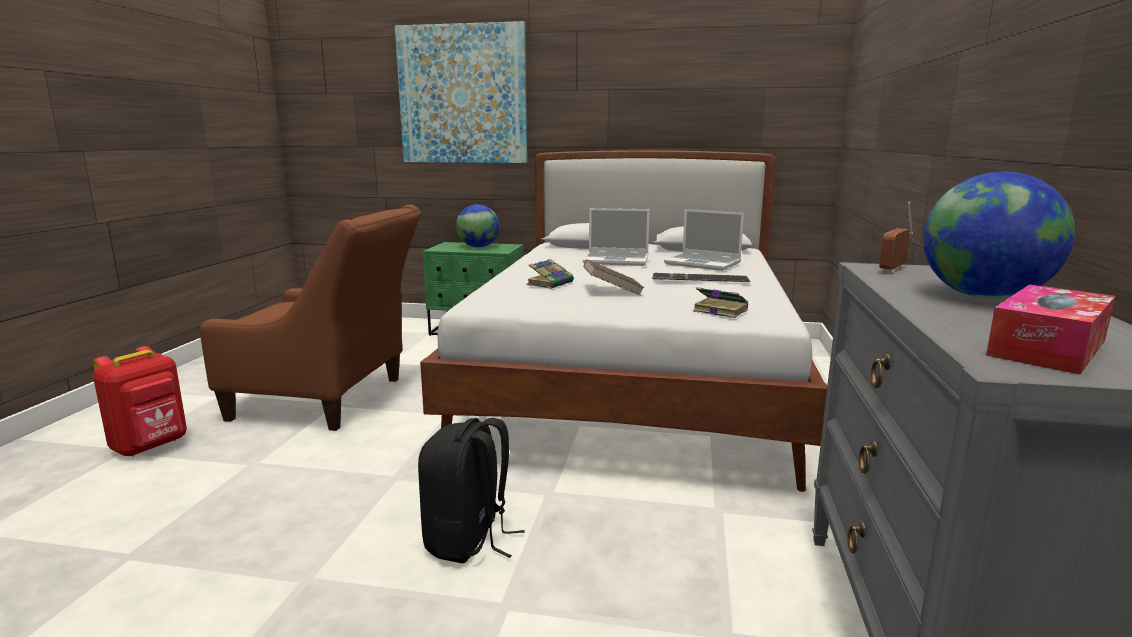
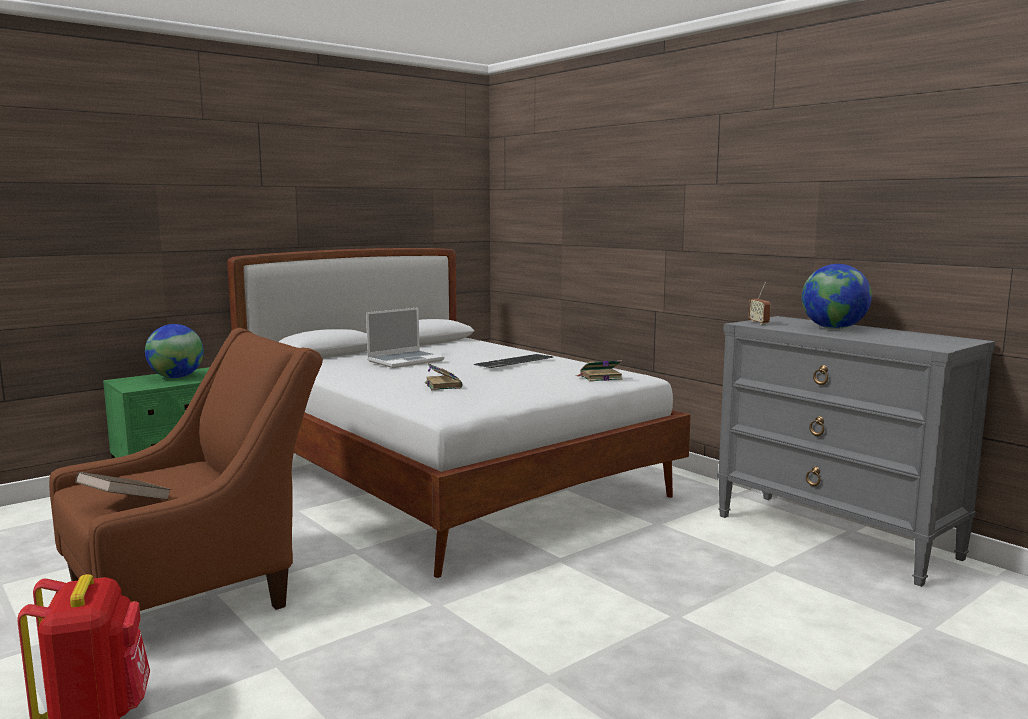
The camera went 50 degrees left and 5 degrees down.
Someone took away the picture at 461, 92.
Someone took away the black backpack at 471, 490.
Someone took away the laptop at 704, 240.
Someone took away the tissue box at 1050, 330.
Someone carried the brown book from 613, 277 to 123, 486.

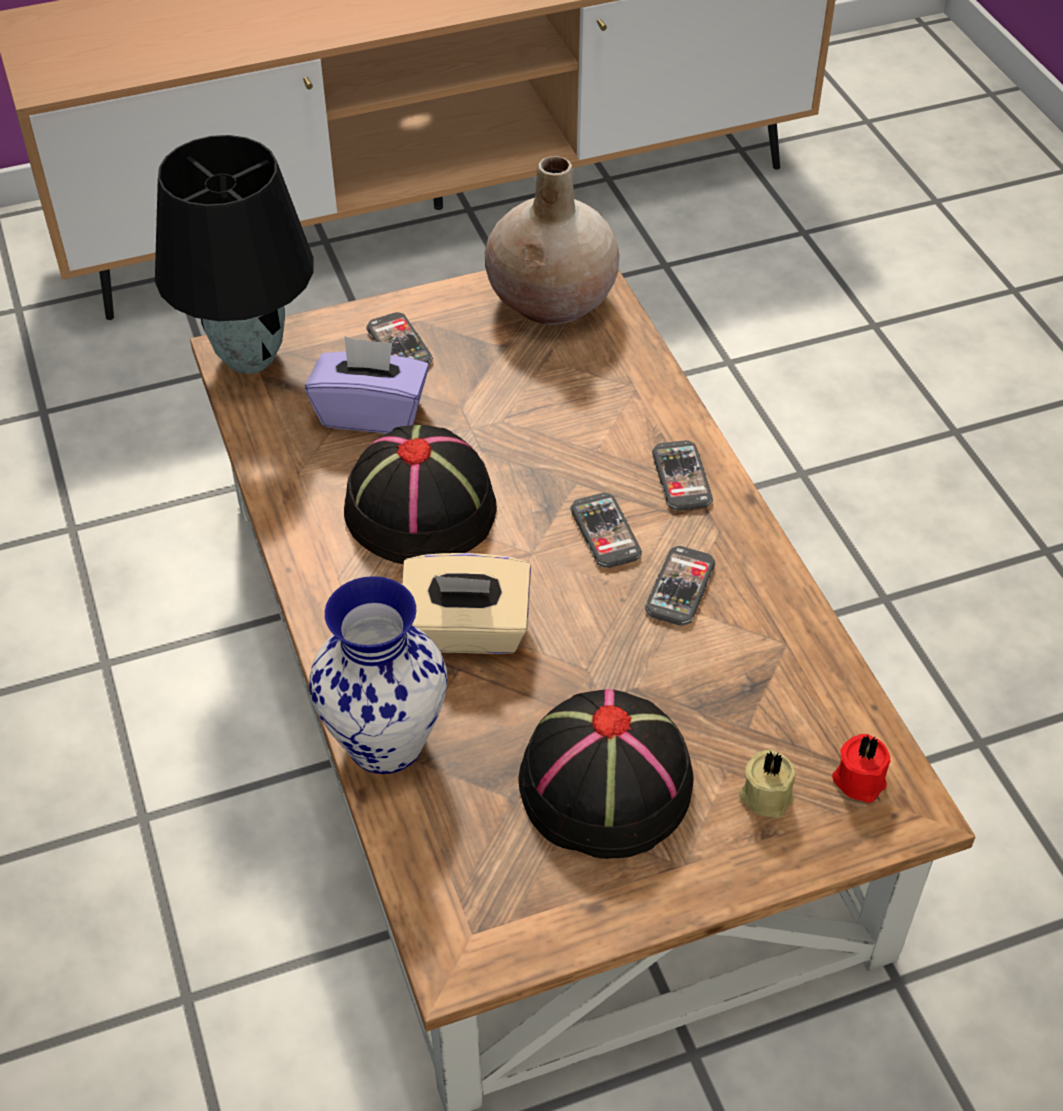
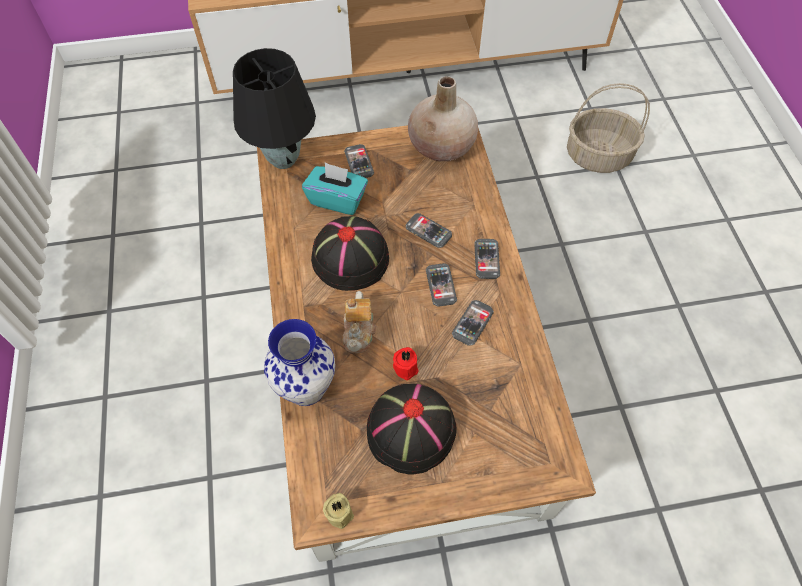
The camera went 10 degrees right and 10 degrees up.
Someone put down the phone at 429, 230.
Someone put down the basket at 608, 128.
Someone carried the beige candle from 767, 784 to 338, 511.
Someone carried the red candle from 861, 768 to 406, 363.
Someone swapped the beige tissue box at 466, 603 for the teapot at 359, 322.
Someone repainted the purple tissue box at 367, 385, which became the turquoise tissue box at 335, 188.

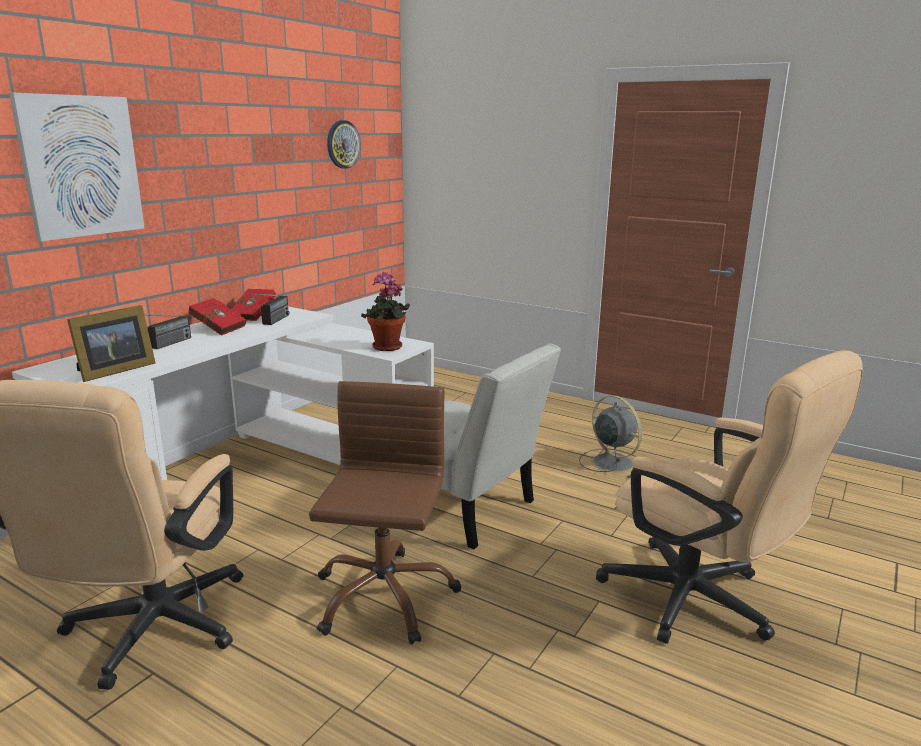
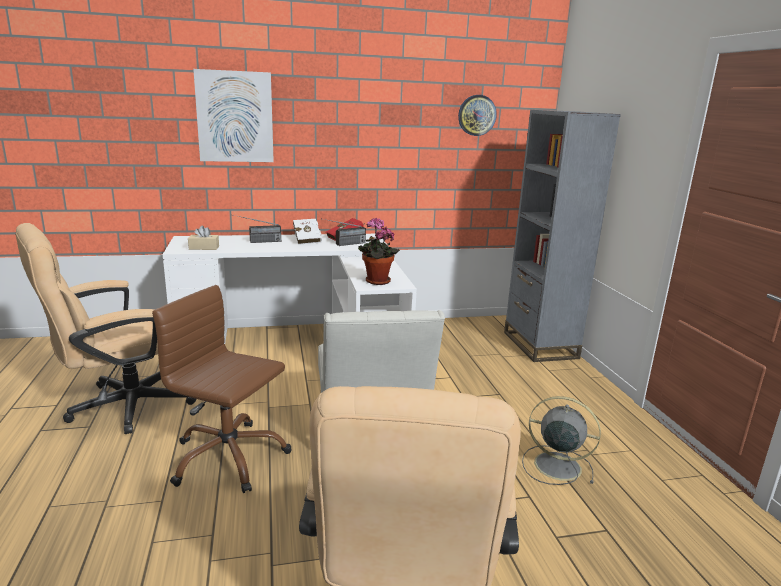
The camera went 45 degrees right and 0 degrees up.
Someone put down the grey bookcase at 562, 236.
Someone swapped the picture frame at 111, 343 for the beige tissue box at 203, 238.
Someone repainted the red book at 217, 317, which became the white book at 307, 232.
Someone rotated the brown office chair at 385, 513 by 120 degrees counterclockwise.
Someone rotated the grey fan at 610, 436 by 75 degrees counterclockwise.

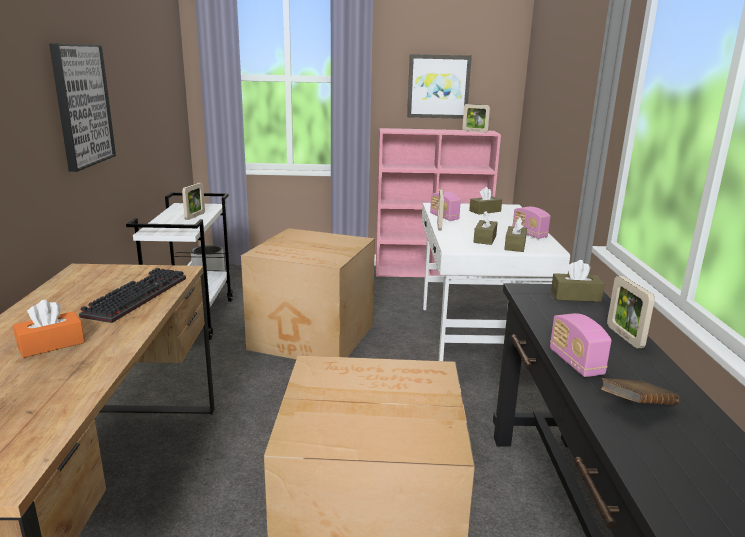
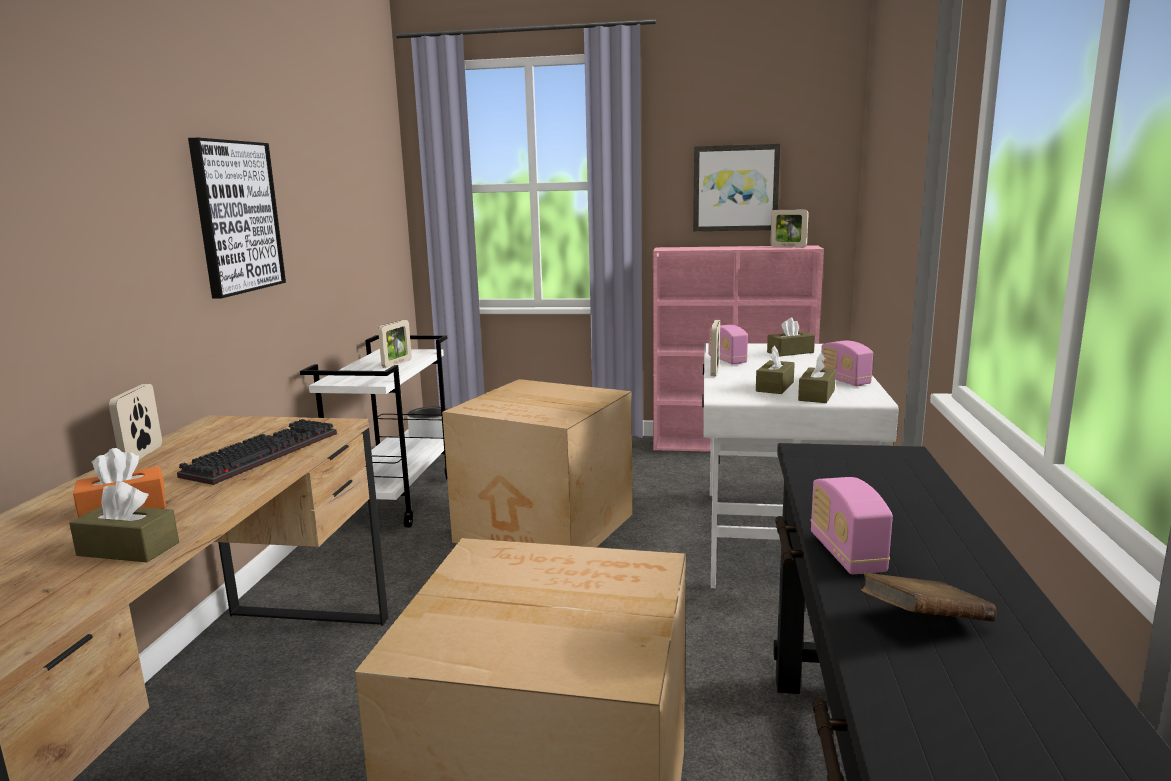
The camera went 10 degrees right and 5 degrees down.
Someone carried the brown tissue box from 578, 281 to 124, 521.
Someone carried the picture frame from 631, 312 to 135, 422.

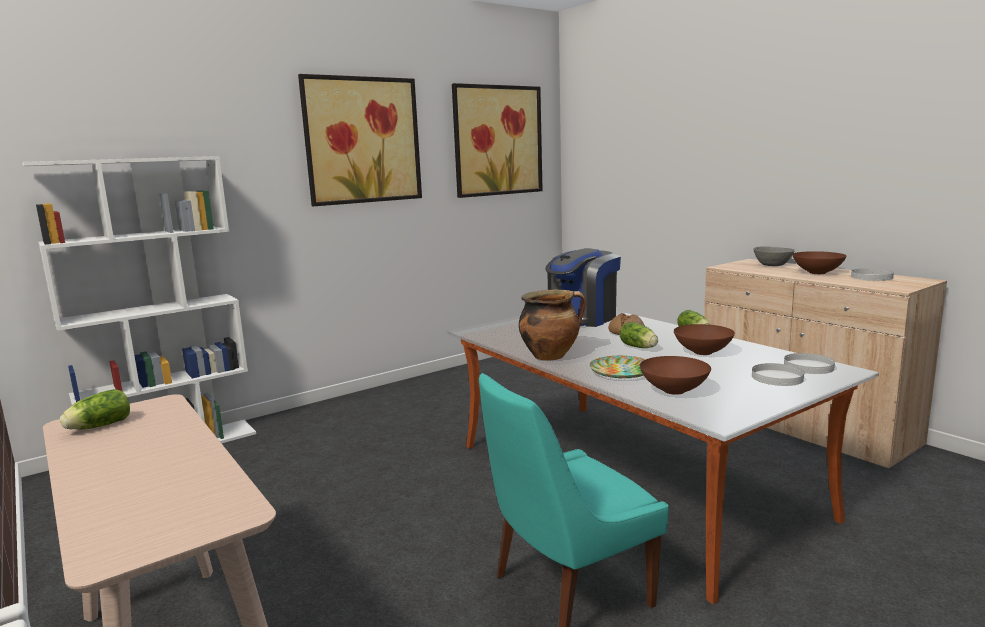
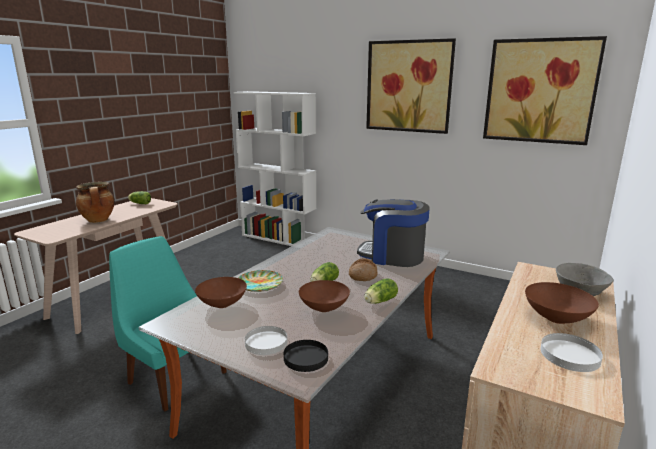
The camera went 65 degrees right and 5 degrees up.
Someone carried the cooking pot from 552, 325 to 95, 202.
Someone repainted the white plate at 809, 363, which became the black plate at 306, 356.

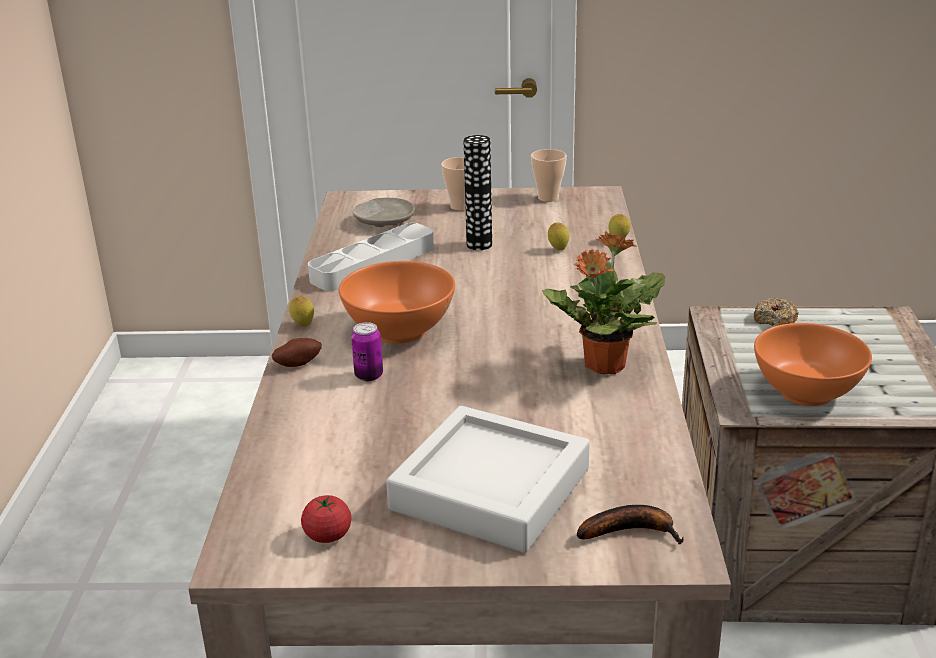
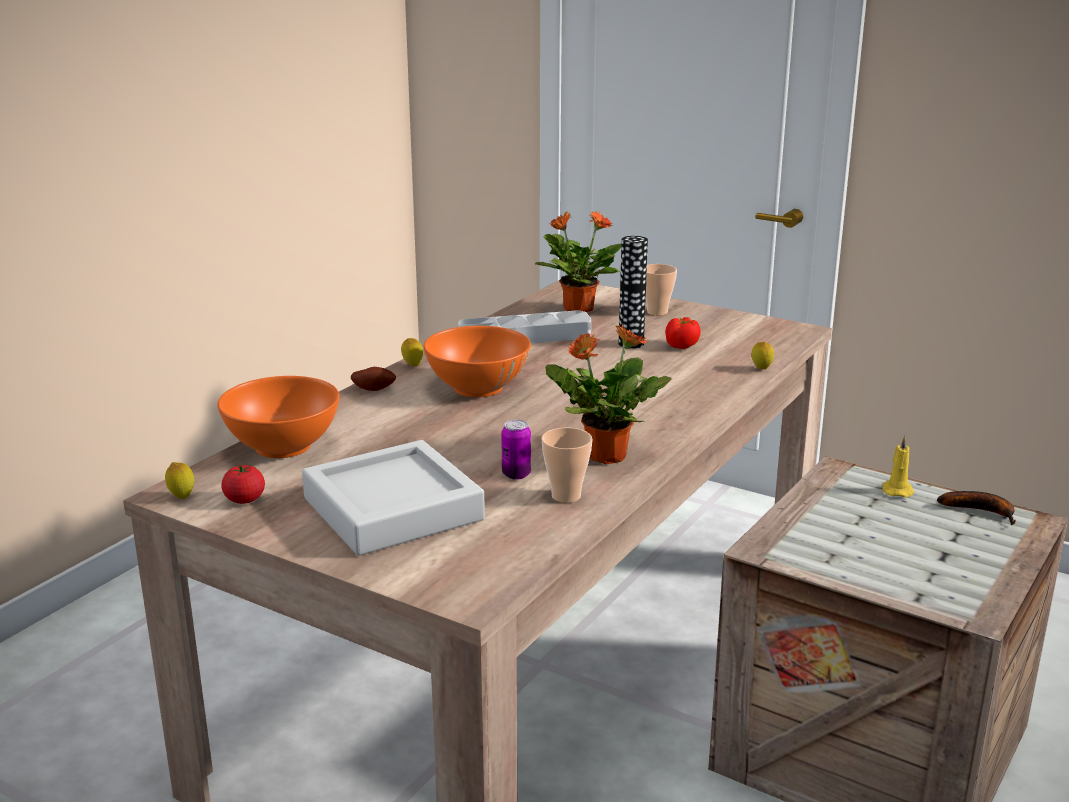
The camera went 30 degrees right and 5 degrees down.
Someone put down the tomato at 682, 333.
Someone carried the can from 367, 351 to 516, 450.
Someone carried the cup from 549, 175 to 566, 465.
Someone carried the lemon from 558, 236 to 179, 480.
Someone carried the banana from 630, 524 to 976, 508.
Someone carried the orange bowl from 813, 364 to 278, 417.
Someone swapped the beige plate at 383, 212 for the potted plant at 577, 261.
Someone swapped the donut at 776, 312 for the yellow candle at 898, 466.

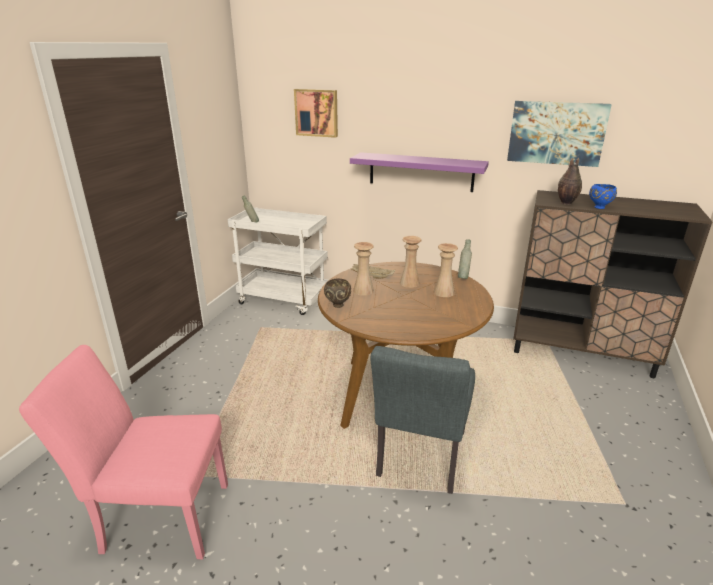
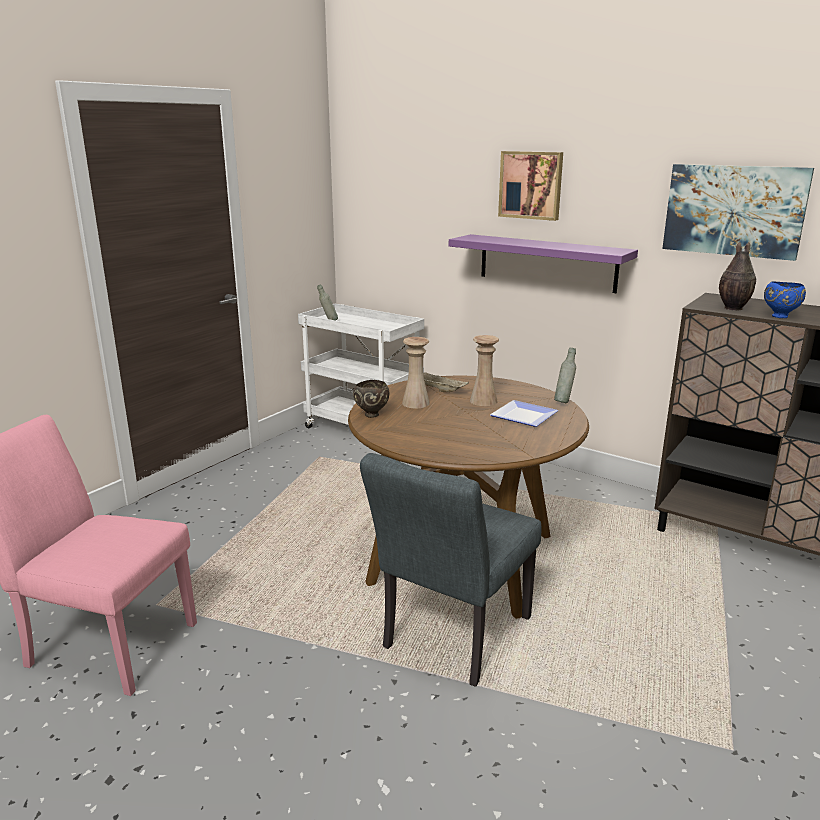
The camera went 15 degrees right and 5 degrees down.
Someone carried the picture from 316, 113 to 530, 186.
Someone swapped the beige vase at 445, 270 for the plate at 524, 413.

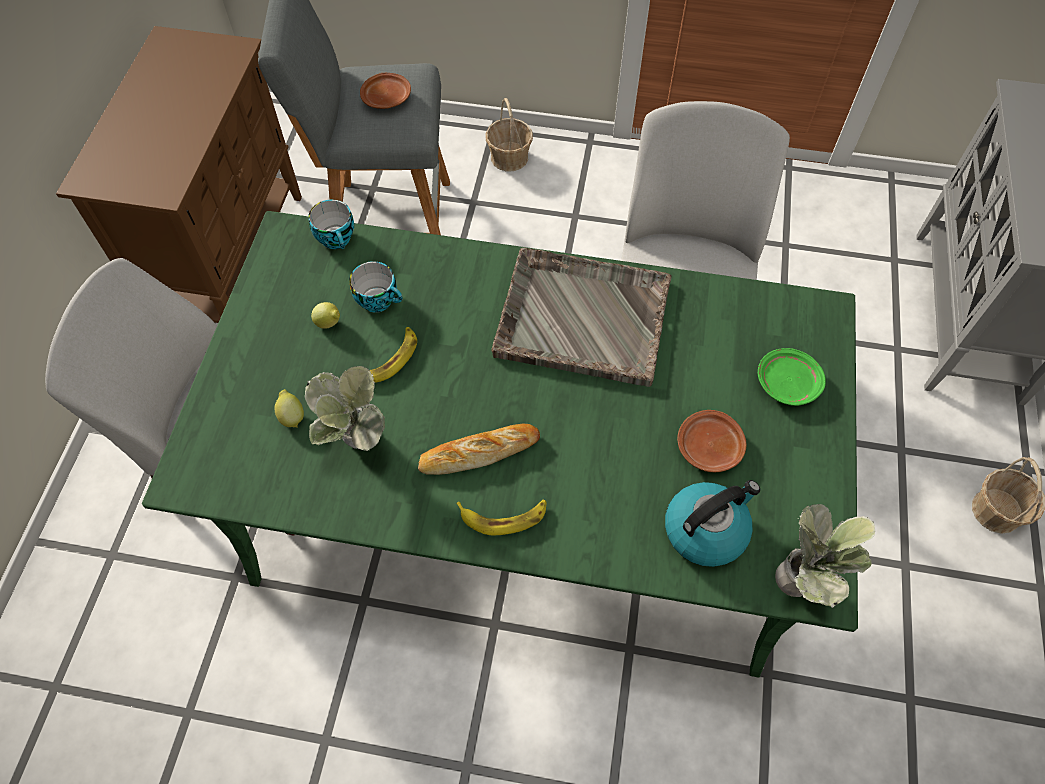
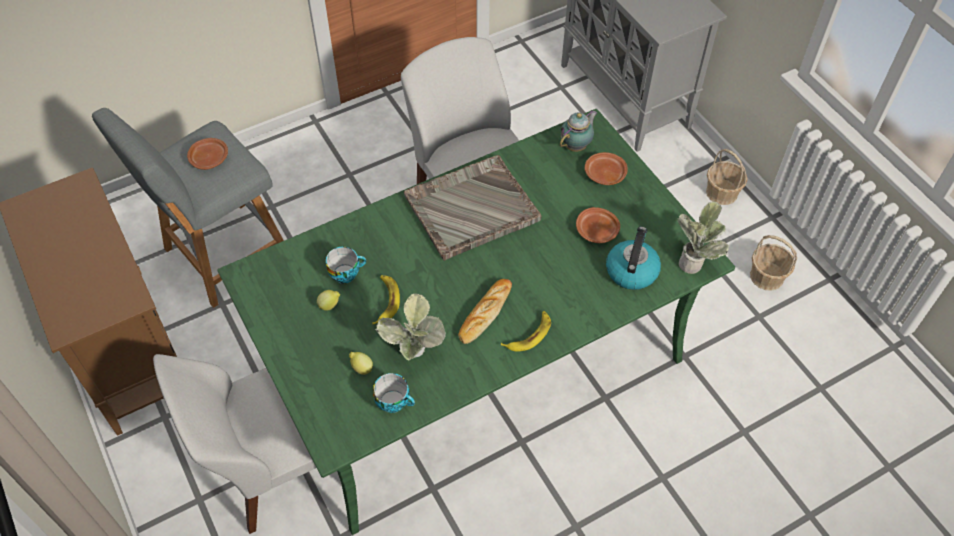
The camera went 40 degrees left and 5 degrees down.
Someone put down the teapot at 578, 131.
Someone carried the cup from 331, 224 to 394, 393.
Someone carried the basket from 509, 134 to 773, 263.
Someone repainted the green plate at 792, 377, which became the brown plate at 606, 168.

